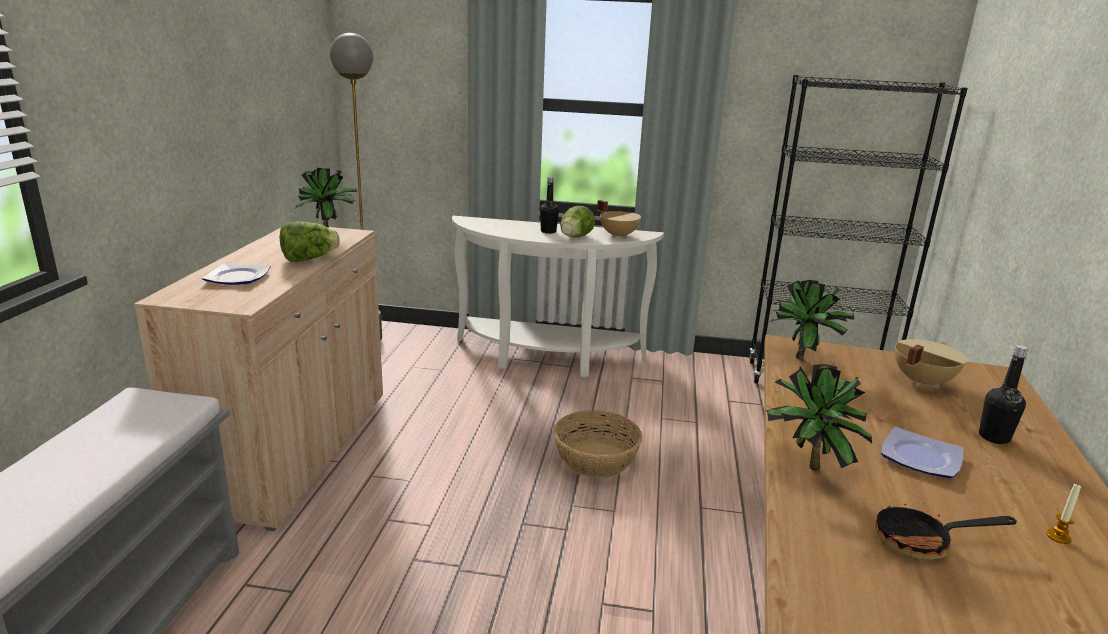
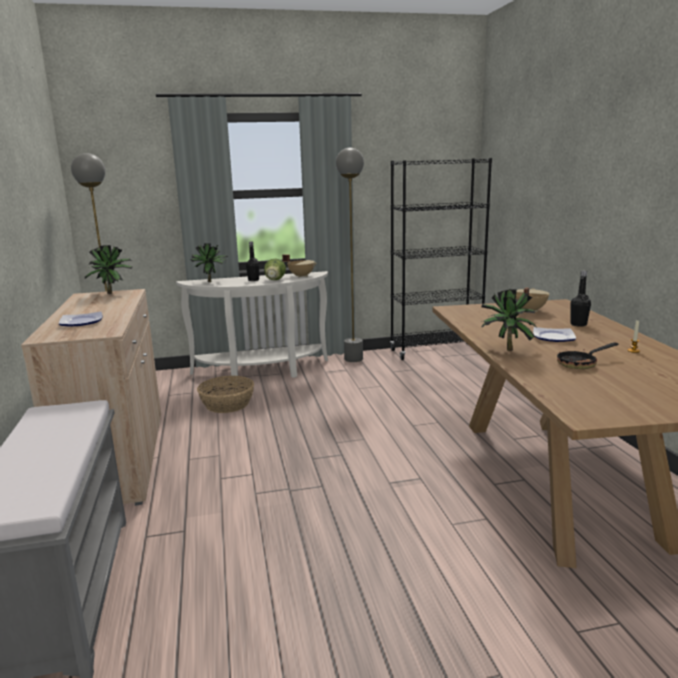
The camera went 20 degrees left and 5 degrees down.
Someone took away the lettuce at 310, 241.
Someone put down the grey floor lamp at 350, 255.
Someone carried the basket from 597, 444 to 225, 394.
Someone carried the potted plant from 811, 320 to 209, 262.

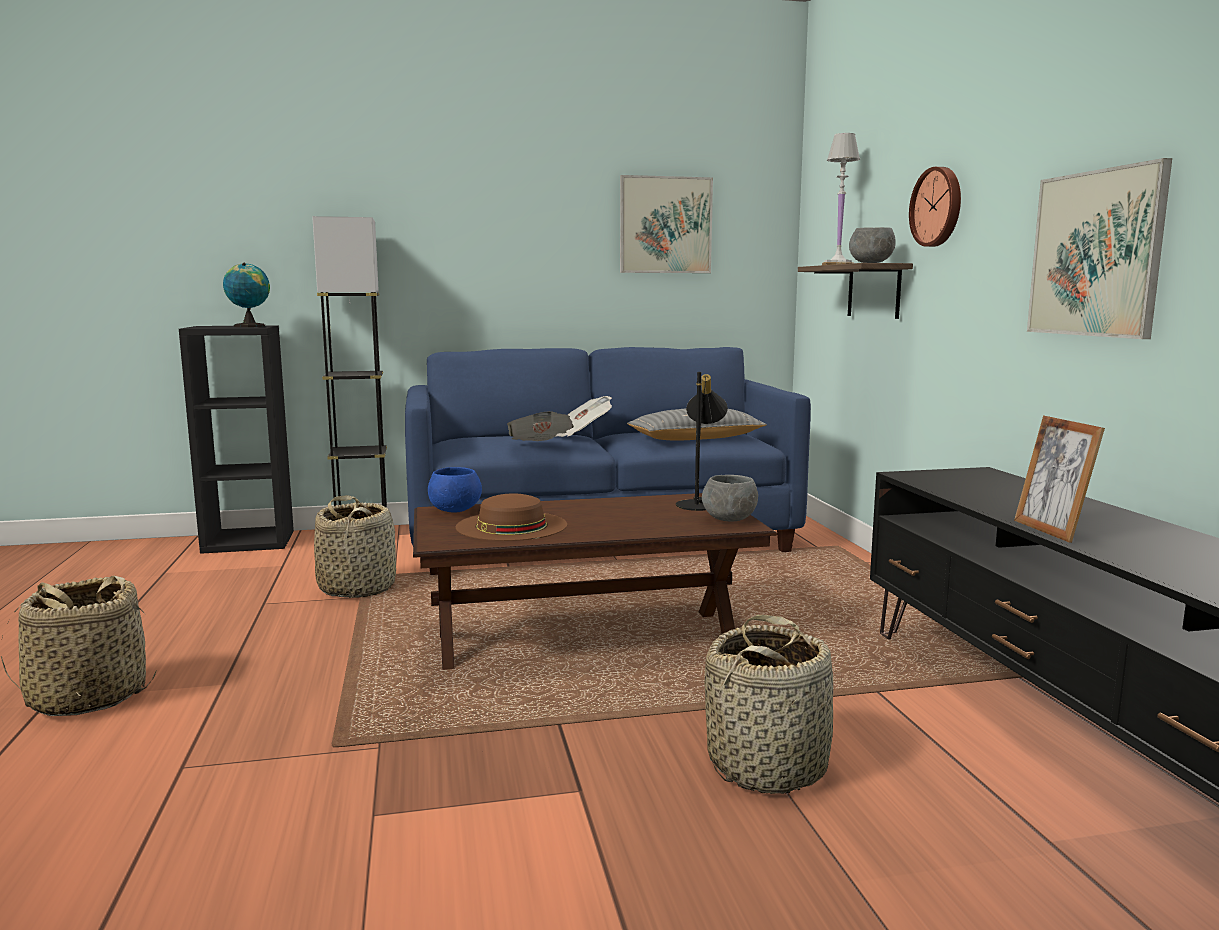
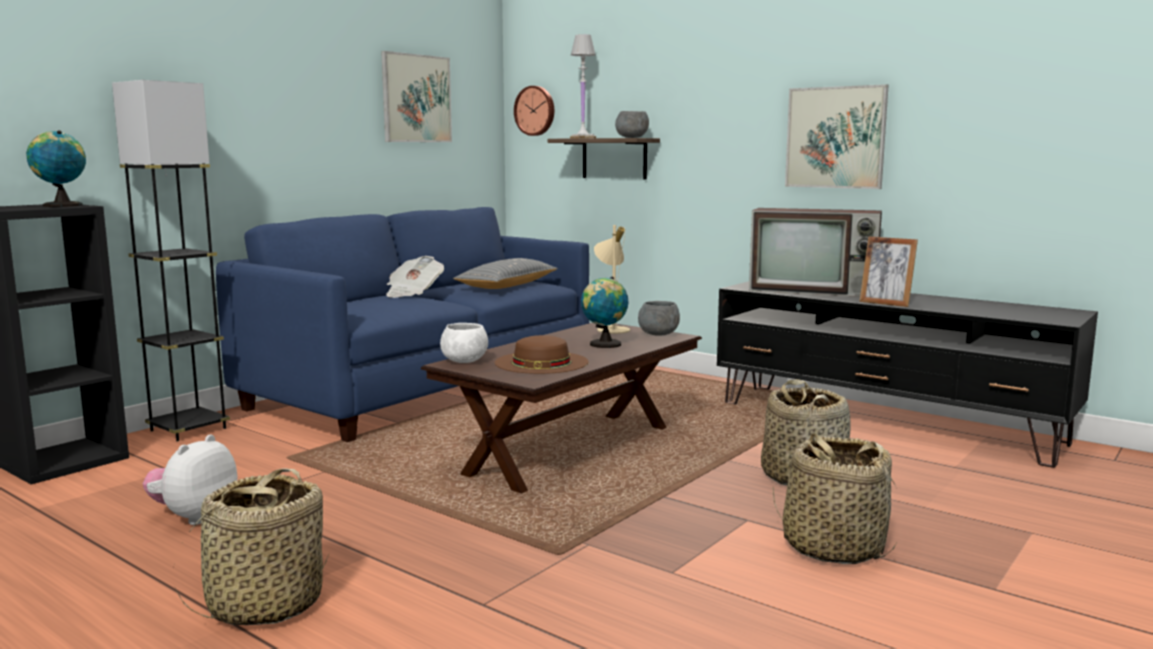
The camera went 40 degrees left and 0 degrees up.
Someone took away the newspaper at 540, 426.
Someone put down the plush toy at 190, 479.
Someone put down the globe at 605, 312.
Someone put down the television at 815, 252.
Someone carried the basket from 355, 546 to 835, 498.
Someone carried the wall clock from 935, 207 to 534, 111.
Someone repainted the blue bowl at 455, 490, which became the white bowl at 464, 343.
Someone repainted the black table lamp at 702, 441, which became the beige table lamp at 612, 279.

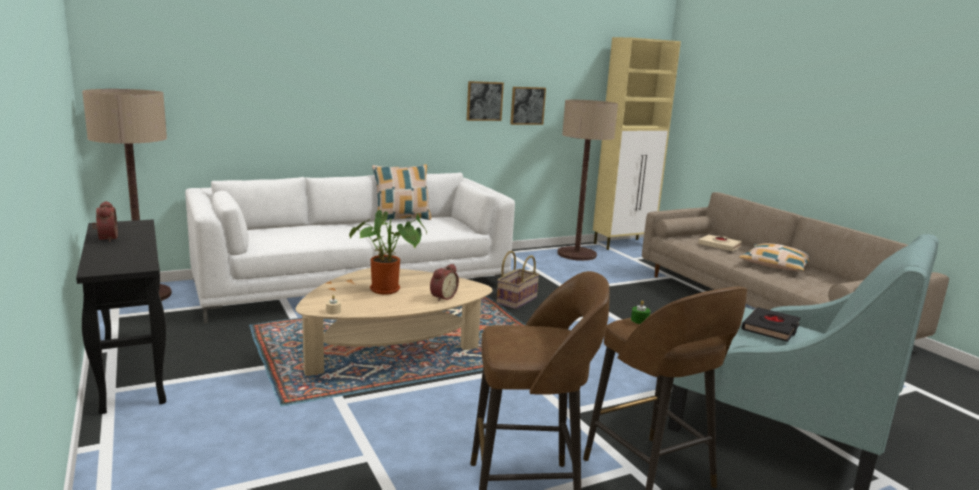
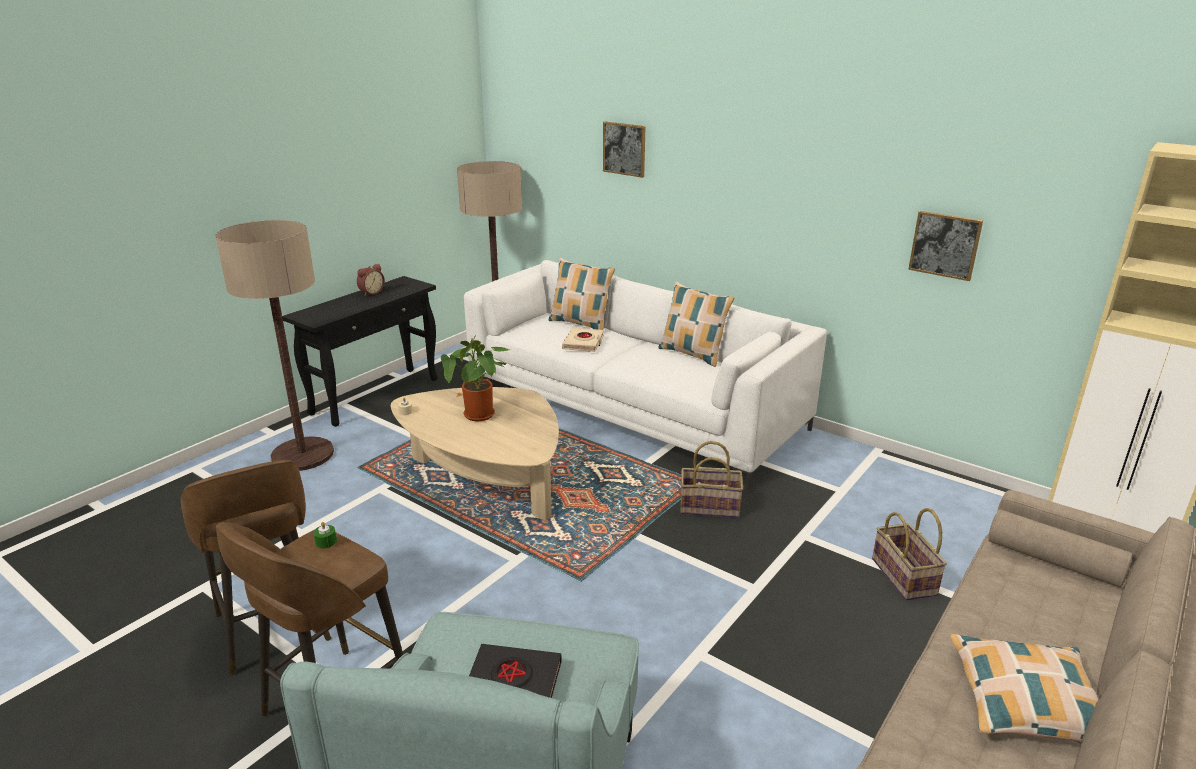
The camera went 65 degrees right and 10 degrees up.
Someone took away the alarm clock at 444, 283.
Someone put down the pillow at 582, 294.
Someone put down the basket at 909, 554.
Someone carried the picture from 485, 101 to 624, 150.
Someone carried the floor lamp from 587, 180 to 274, 345.
Someone carried the beige book from 720, 243 to 583, 340.

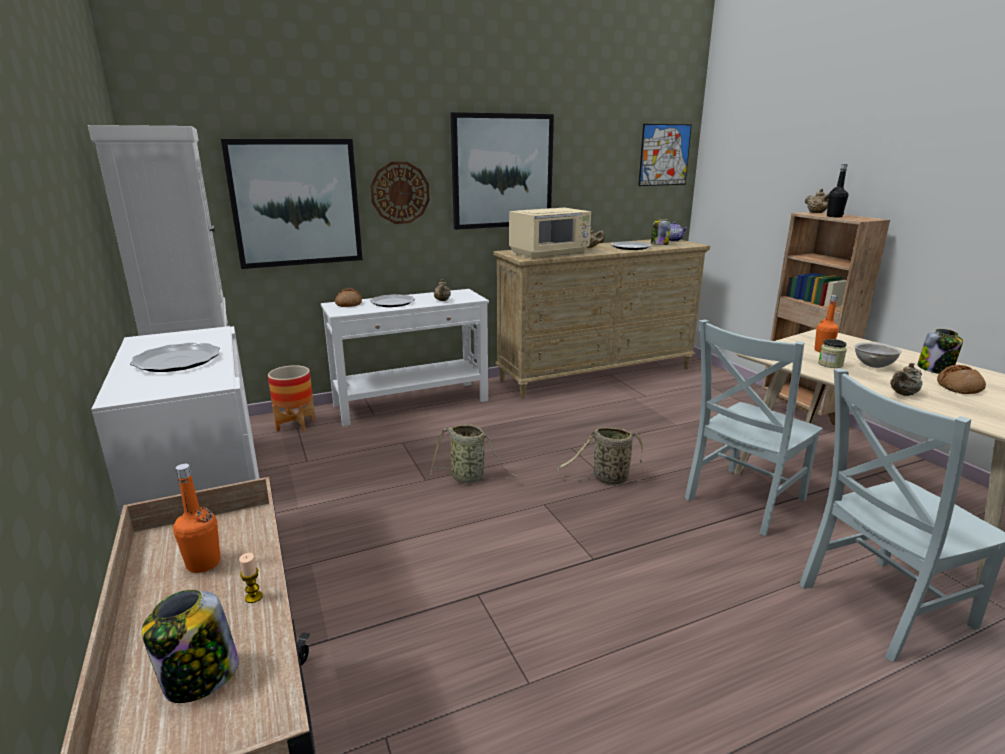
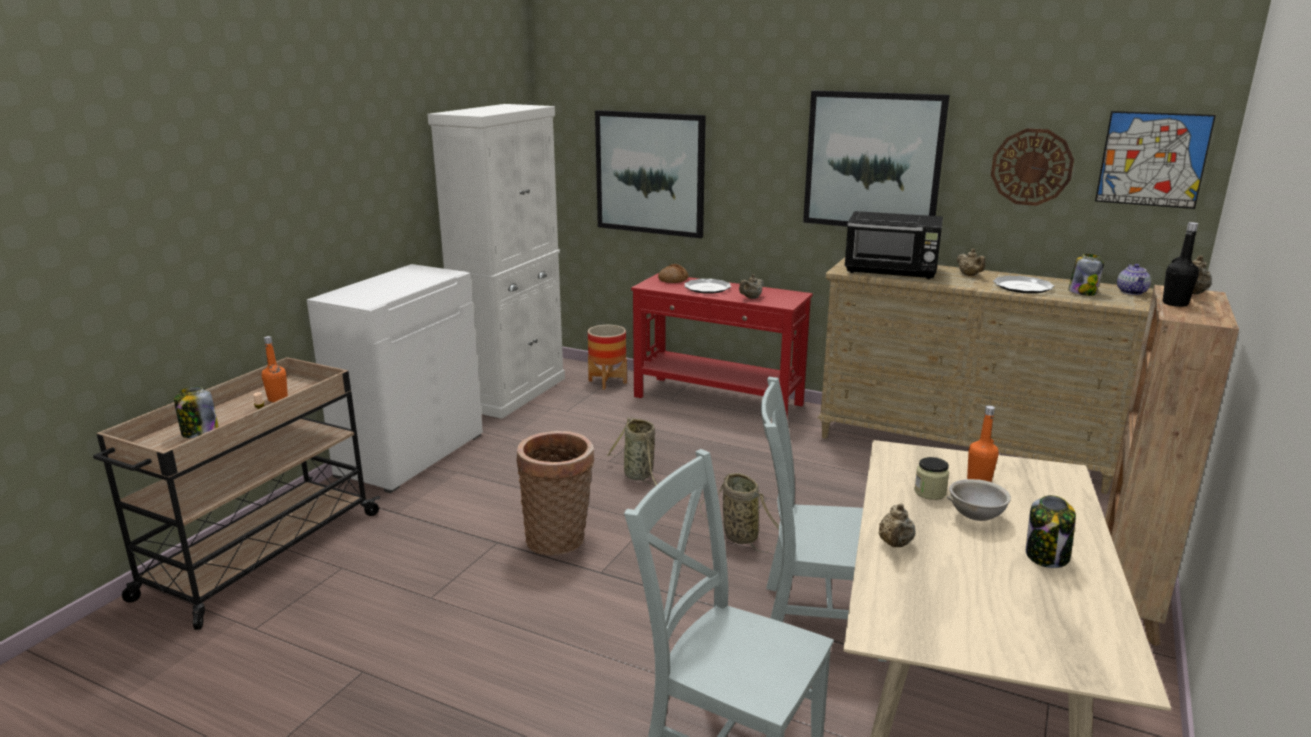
The camera went 50 degrees right and 0 degrees up.
Someone took away the plate at 175, 357.
Someone took away the bread at 961, 379.
Someone put down the basket at 555, 493.
Someone carried the wall clock from 400, 193 to 1032, 167.
Someone repainted the white console table at 405, 357, which became the red console table at 722, 345.
Someone repainted the beige microwave at 550, 233, which became the black microwave at 894, 245.
Someone rotated the beige teapot at 906, 379 by 90 degrees counterclockwise.

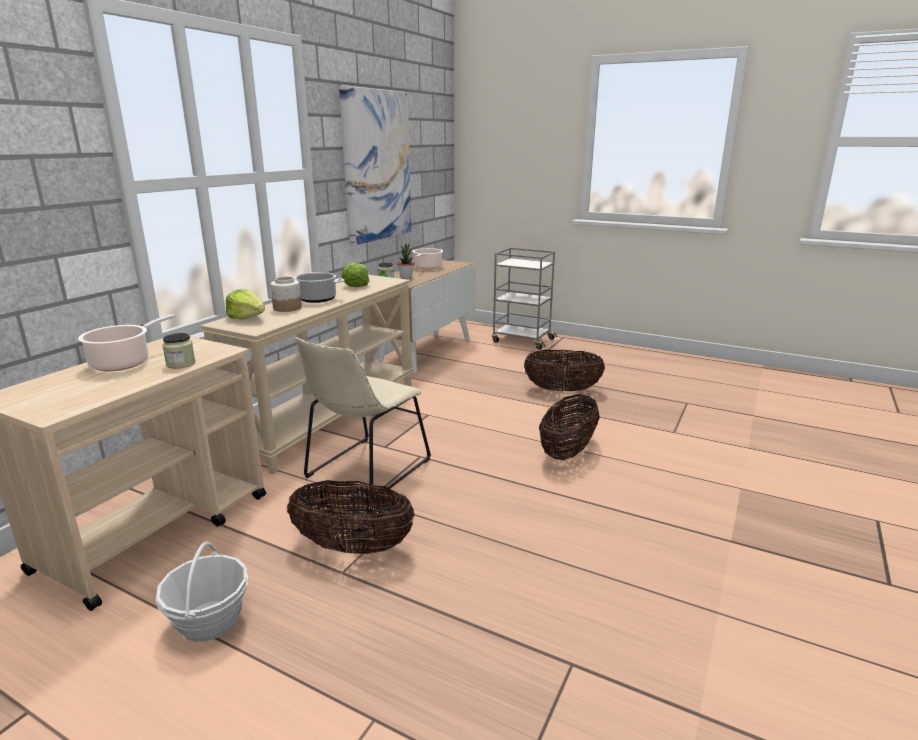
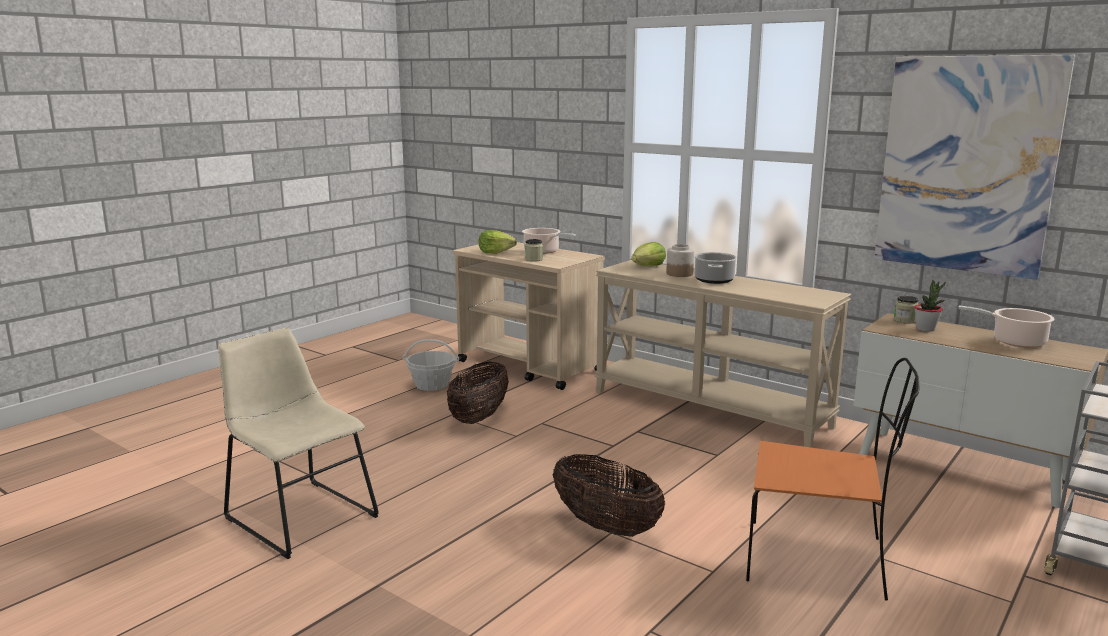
The camera went 100 degrees right and 5 degrees down.
Someone carried the beige chair from 363, 418 to 298, 443.
Someone carried the lettuce from 355, 275 to 498, 242.
Someone swapped the basket at 564, 371 for the orange chair at 833, 479.

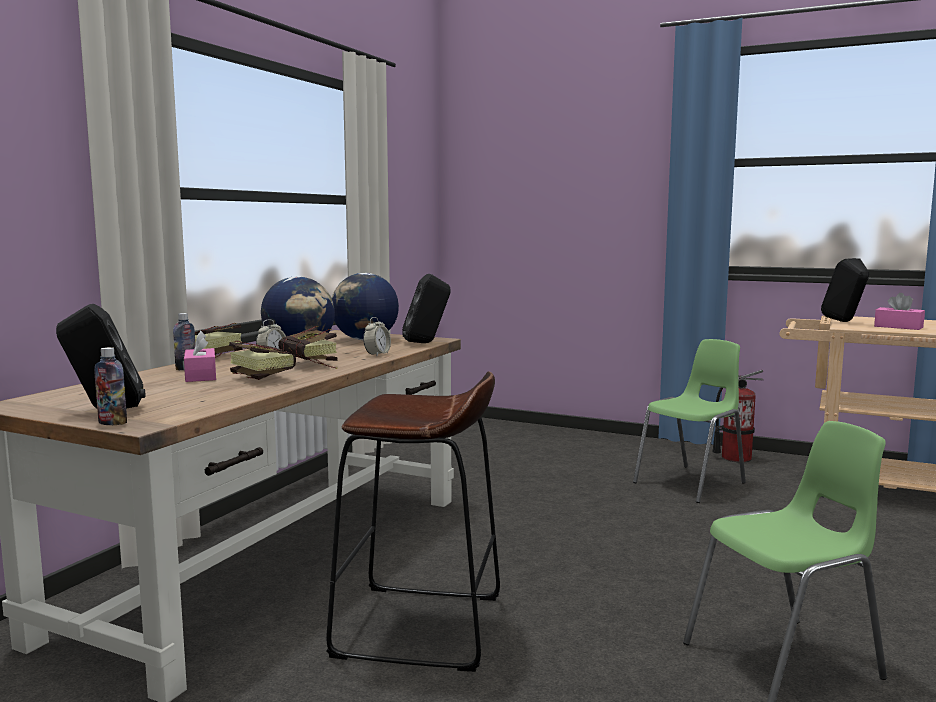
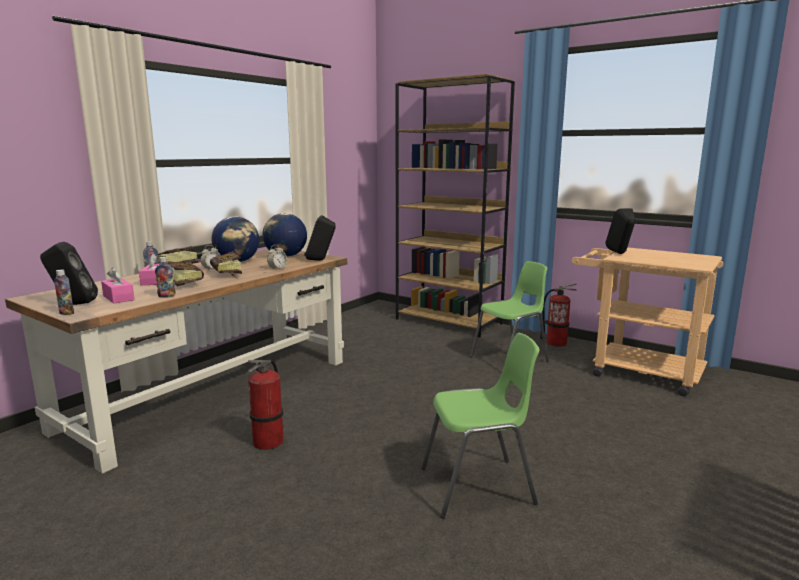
The camera went 10 degrees right and 5 degrees up.
Someone put down the bottle at 165, 277.
Someone put down the brown bookcase at 455, 205.
Someone carried the pink tissue box from 899, 311 to 118, 286.
Someone swapped the brown stool at 413, 522 for the fire extinguisher at 266, 405.

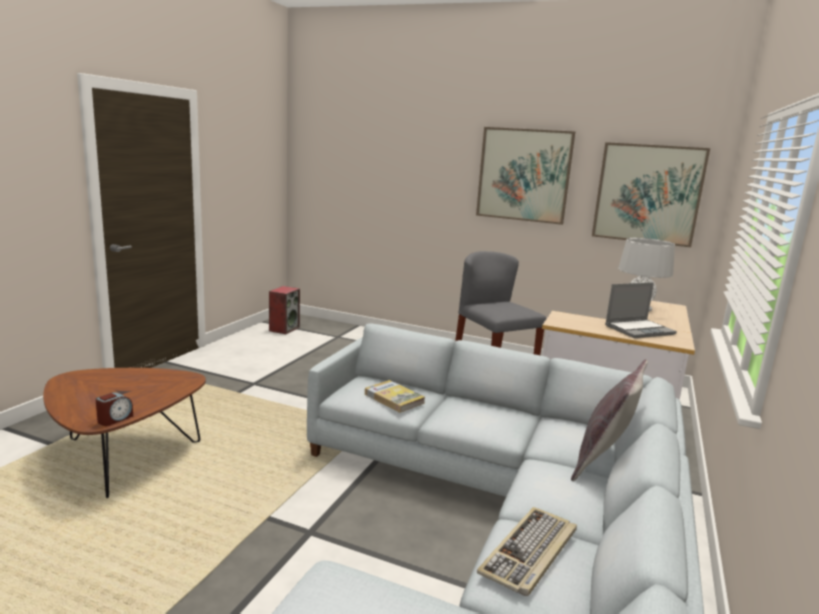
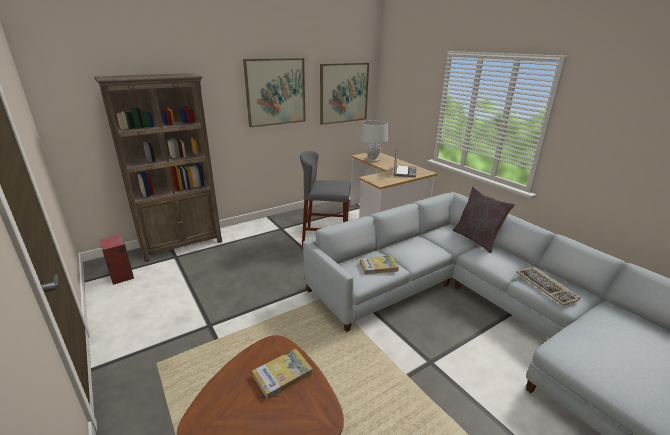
The camera went 55 degrees left and 10 degrees up.
Someone took away the alarm clock at 114, 409.
Someone put down the brown bookcase at 158, 167.
Someone put down the book at 282, 374.

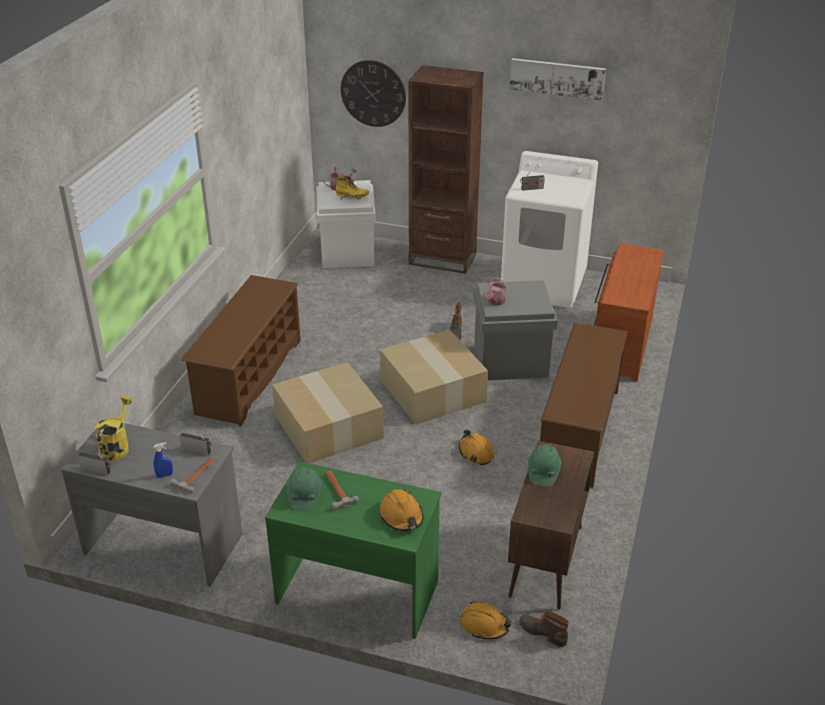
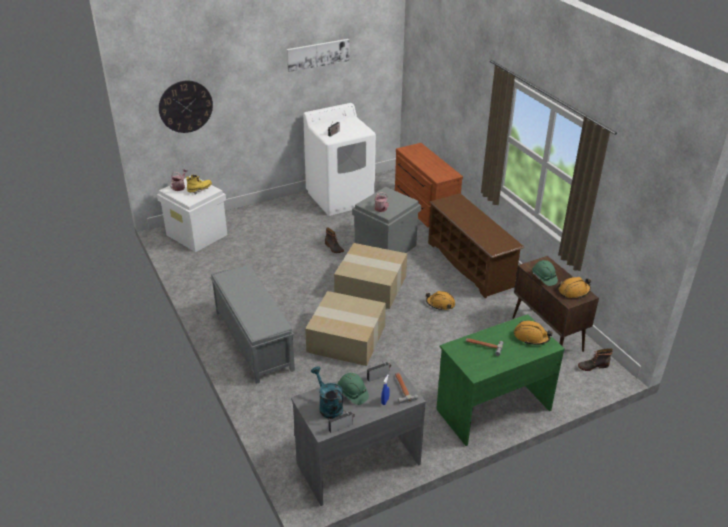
The camera went 45 degrees left and 0 degrees up.
Someone took away the brown bookcase at 446, 169.
Someone carried the green hard hat from 304, 489 to 353, 389.
Someone carried the orange hard hat from 486, 620 to 574, 287.
Someone swapped the brown shoe rack at 241, 351 for the grey bench at 252, 324.
Someone repainted the yellow watering can at 114, 428, which became the turquoise watering can at 327, 392.

